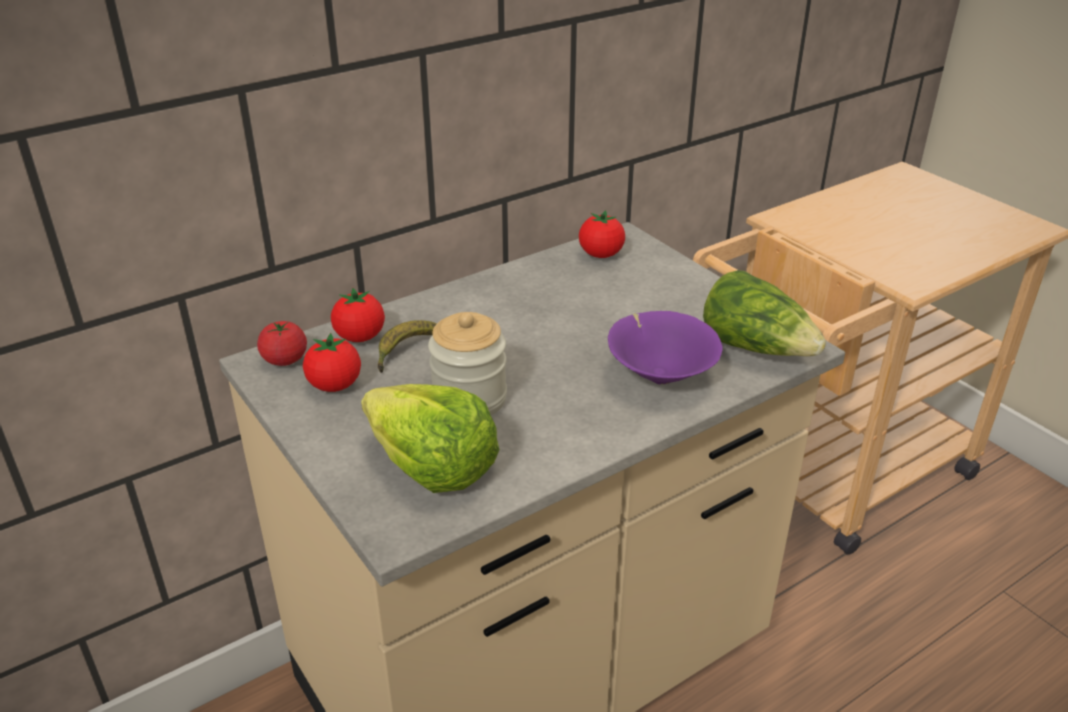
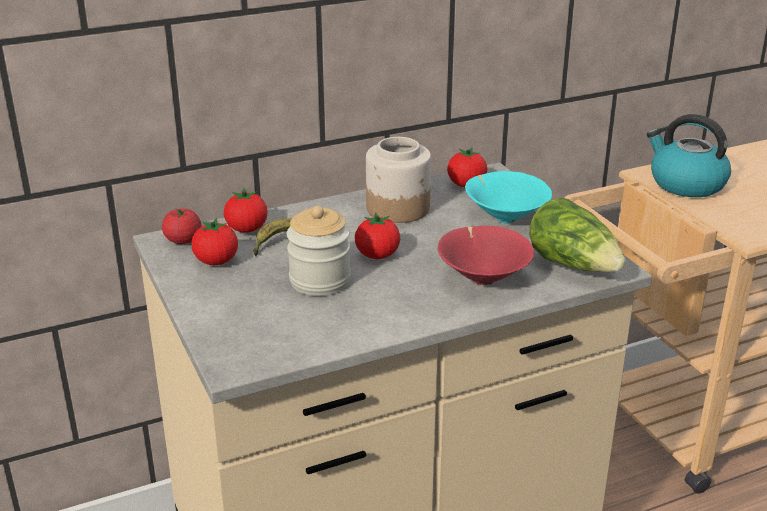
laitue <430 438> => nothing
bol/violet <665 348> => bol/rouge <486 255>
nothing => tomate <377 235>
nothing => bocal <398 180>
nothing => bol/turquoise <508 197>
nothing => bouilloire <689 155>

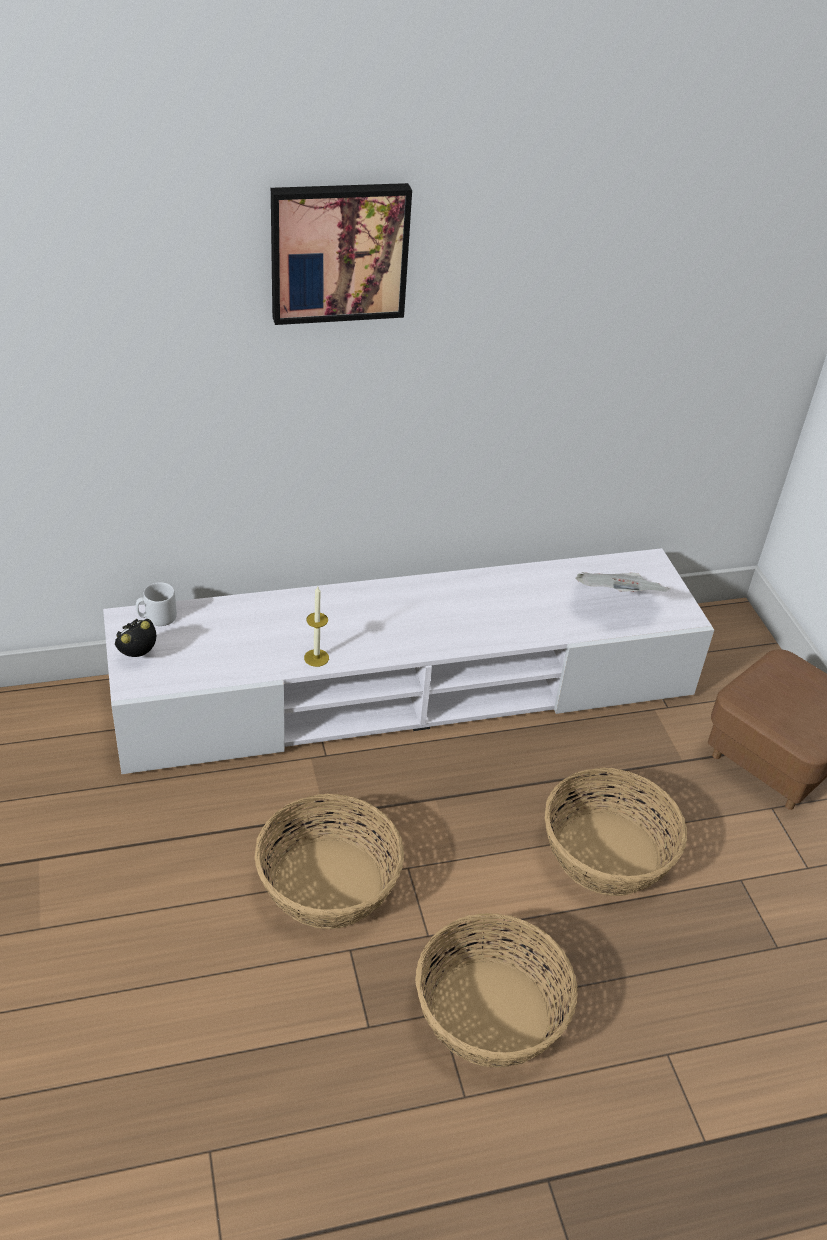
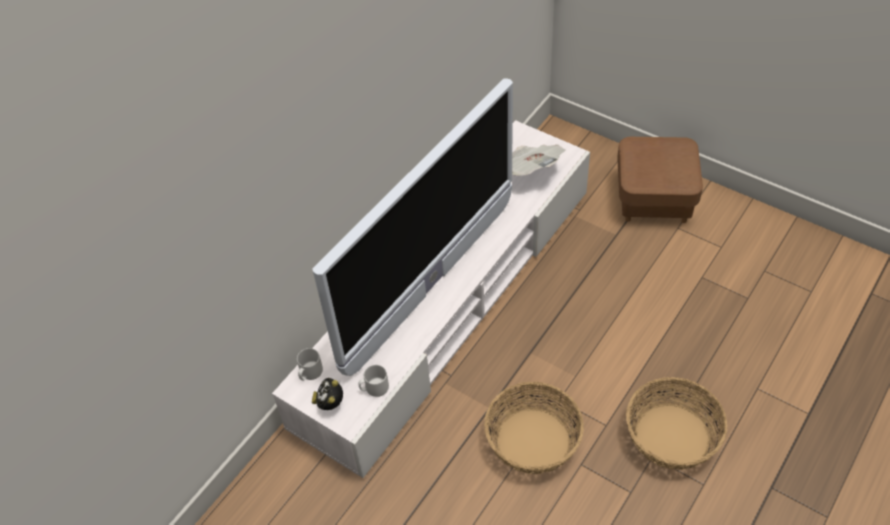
tableau <341 254> => nothing
bougie <316 626> => nothing
panier <615 832> => nothing
nothing => téléviseur <412 227>
nothing => mug/gris <373 381>

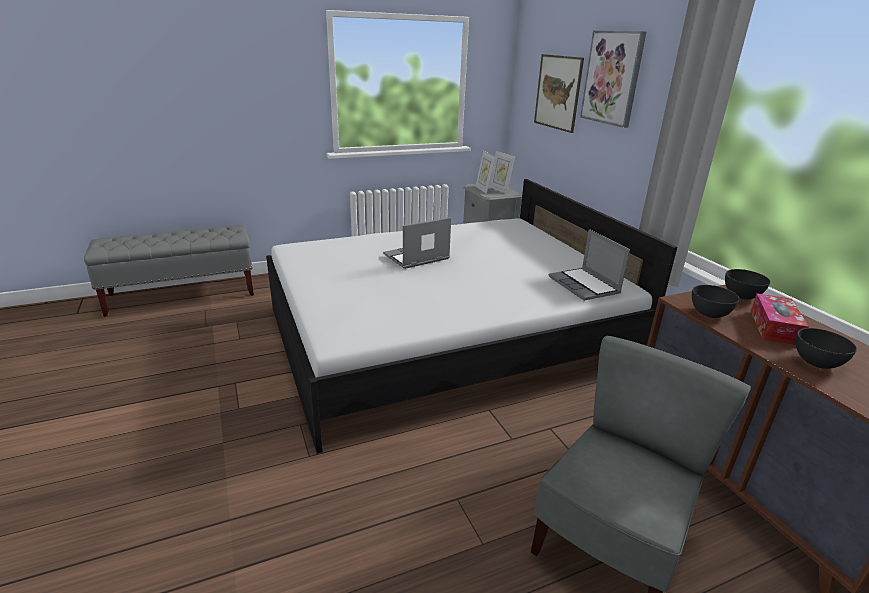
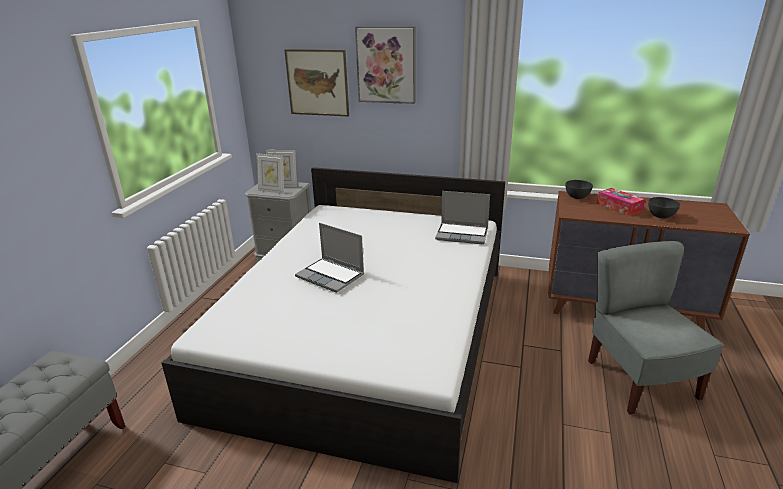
ordinateur portable <417 243> => ordinateur portable <329 258>, 60 degrees counterclockwise
bol/gris <716 301> => nothing

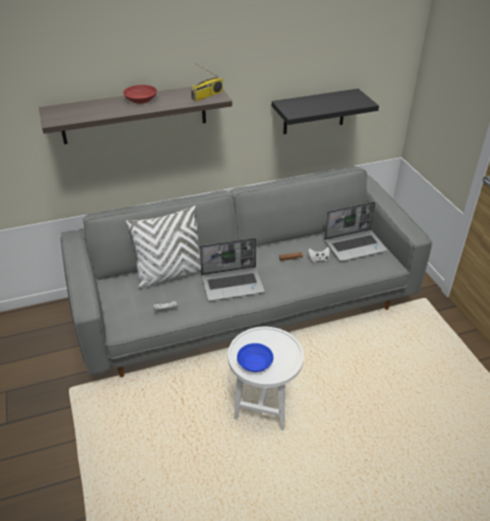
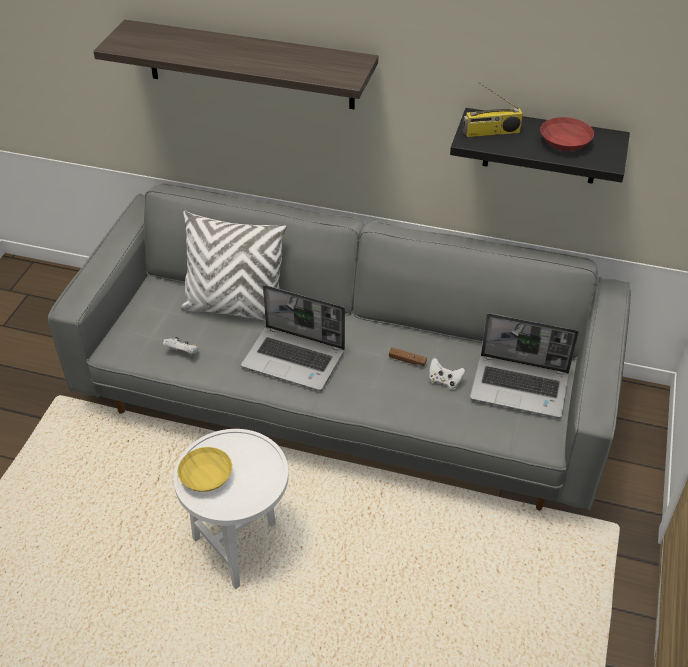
bol/rouge <140 94> => bol/rouge <567 134>, shifted
radio <207 82> => radio <493 109>, shifted
bol/bleu <255 357> => bol/jaune <205 469>

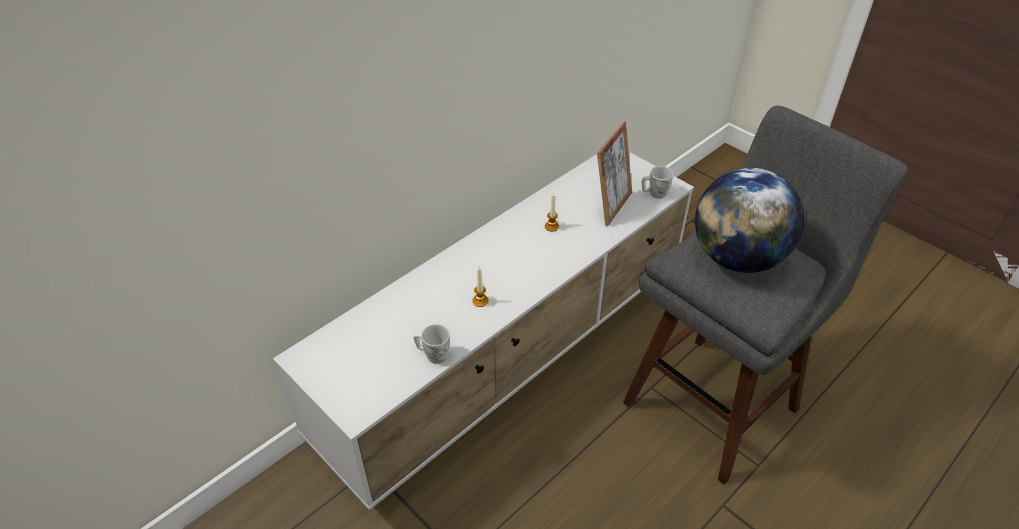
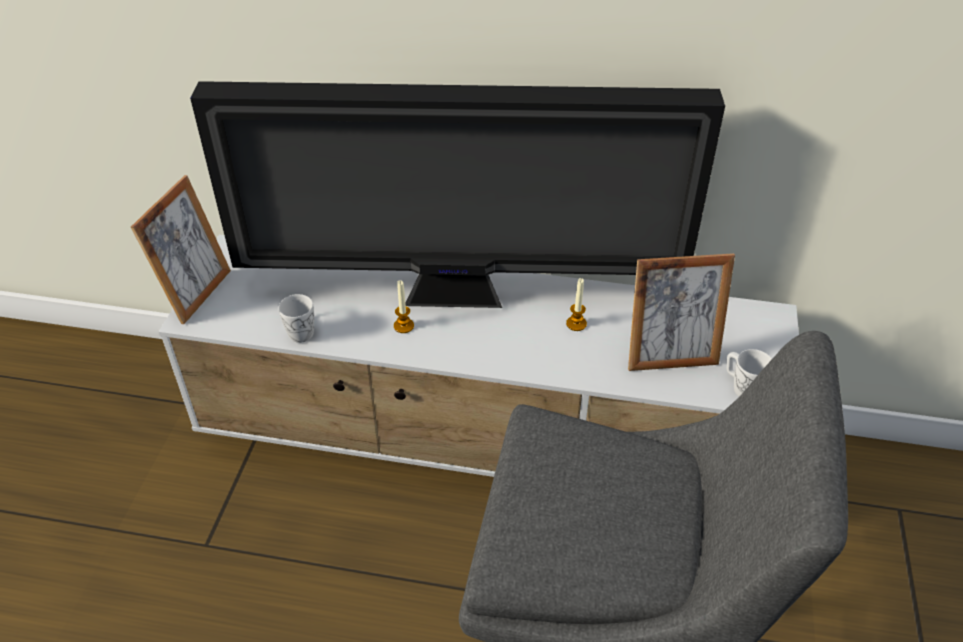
globe <750 220> => nothing
nothing => cadre photo <181 249>
nothing => téléviseur <457 194>

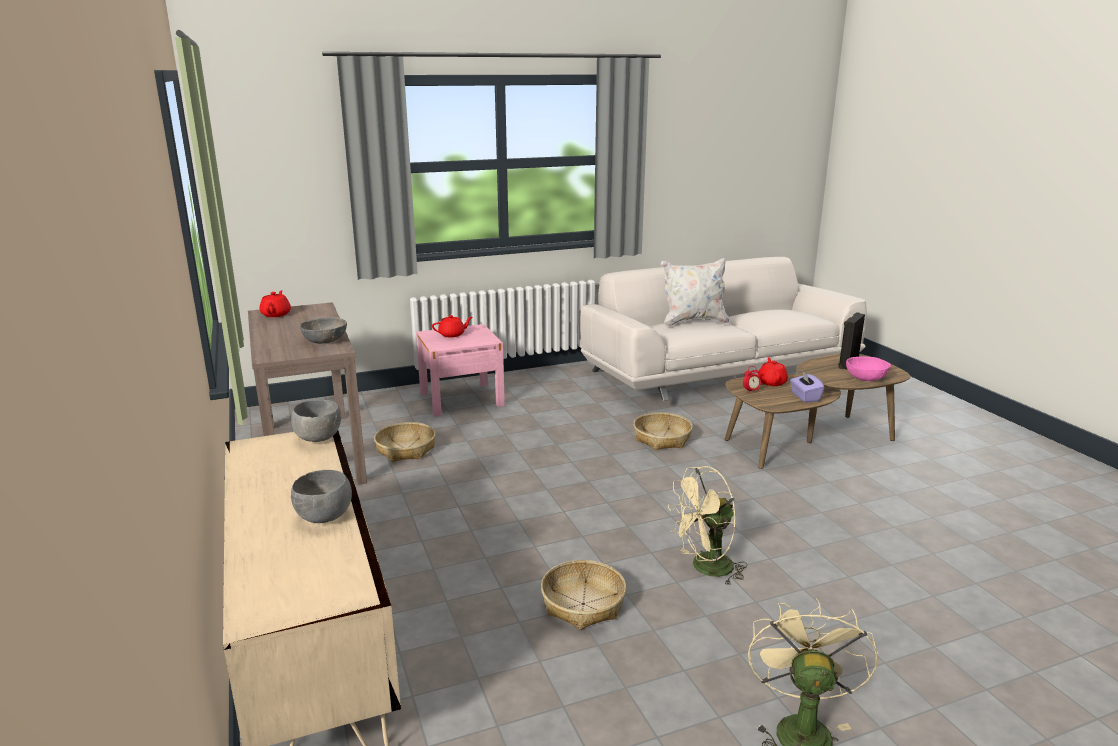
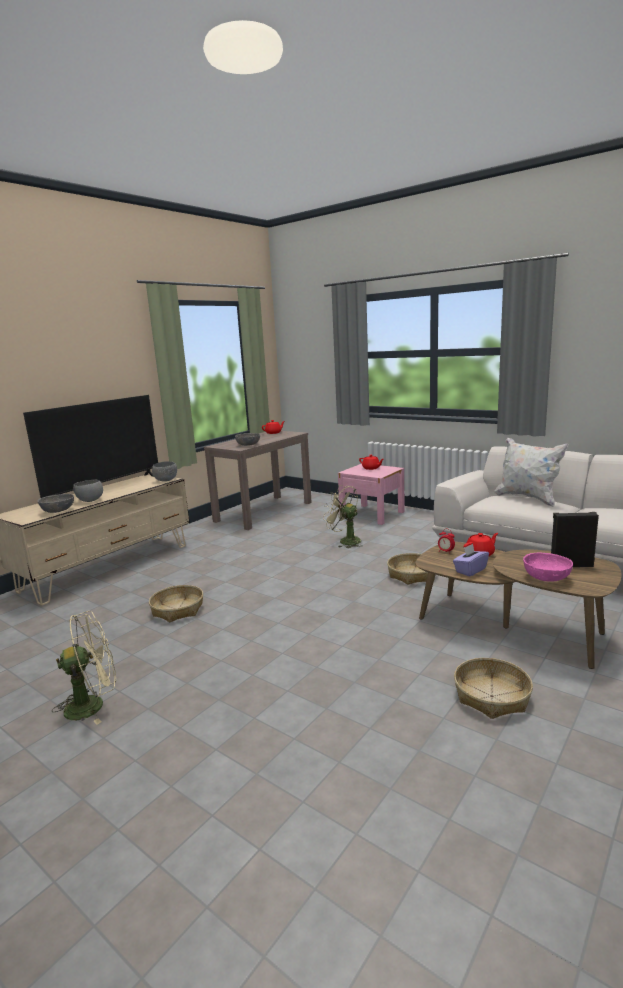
panier <405 442> => panier <493 688>, shifted
ventilateur/beige <708 525> => ventilateur/beige <342 516>, shifted
nothing => téléviseur <90 446>
nothing => bol/gris <56 503>

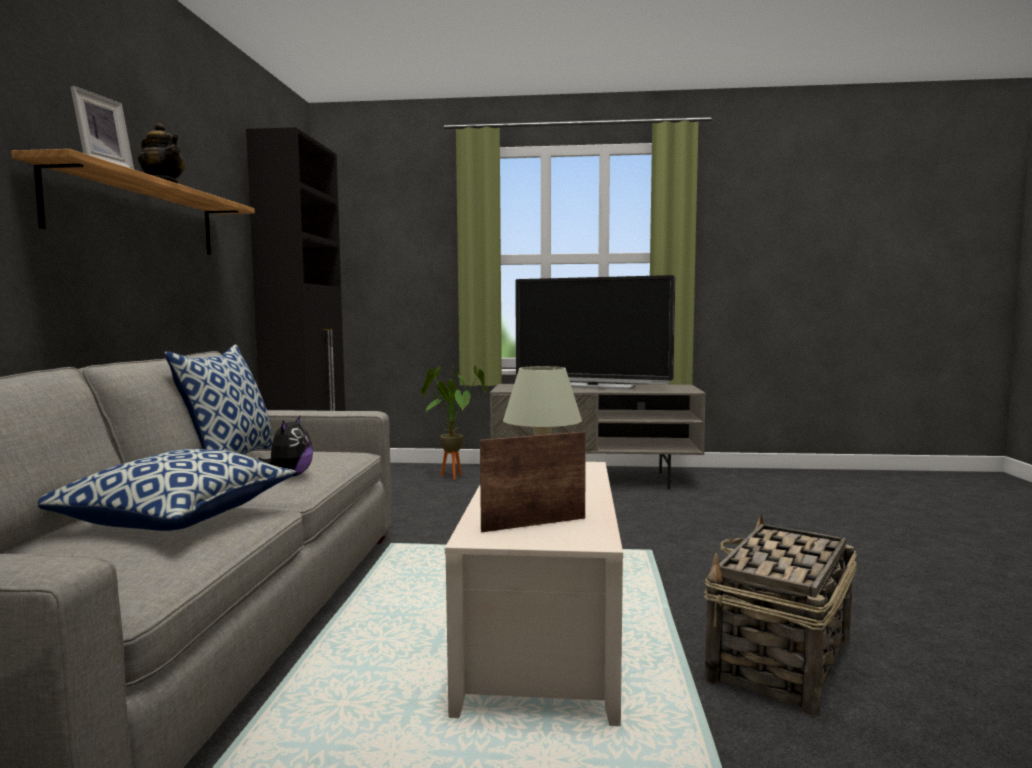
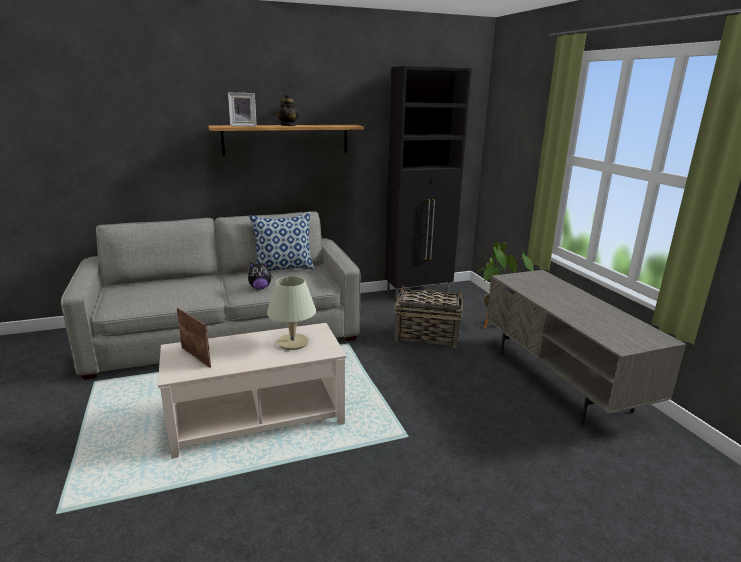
coussin <167 490> => nothing
téléviseur <595 332> => nothing
panier <780 614> => panier <428 316>, shifted

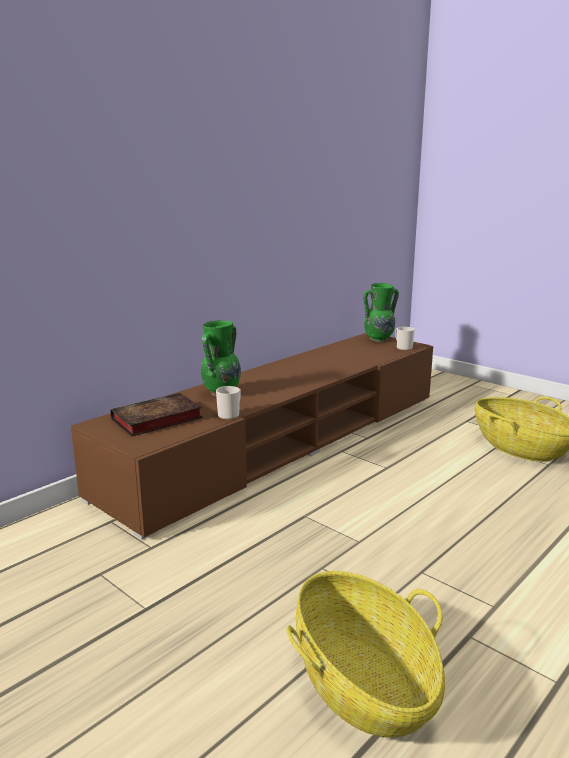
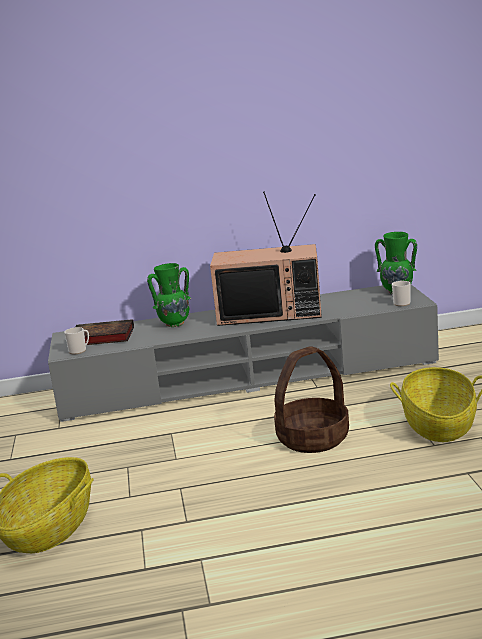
meuble télé/marron <252 436> => meuble télé/gris <243 353>
mug <228 402> => mug <76 340>, shifted
nothing => téléviseur <266 259>
nothing => panier <311 399>

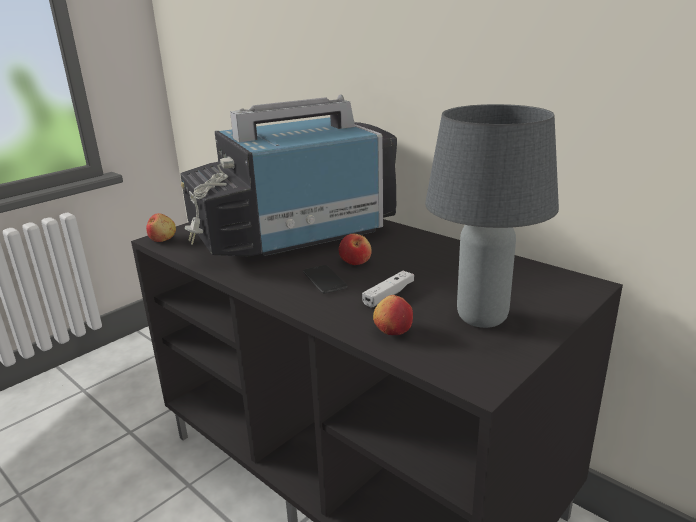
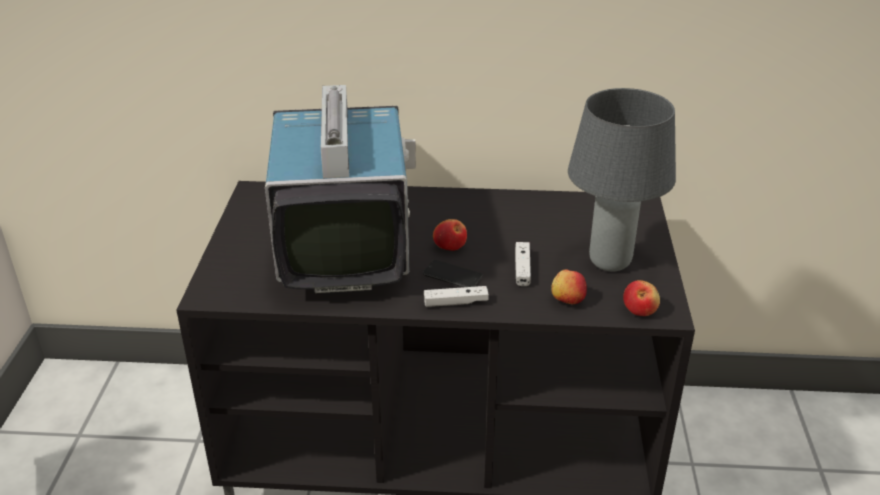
pomme <161 227> => pomme <641 298>, shifted
téléviseur <288 175> => téléviseur <340 189>, 150 degrees clockwise
nothing => manette/blanc <456 296>

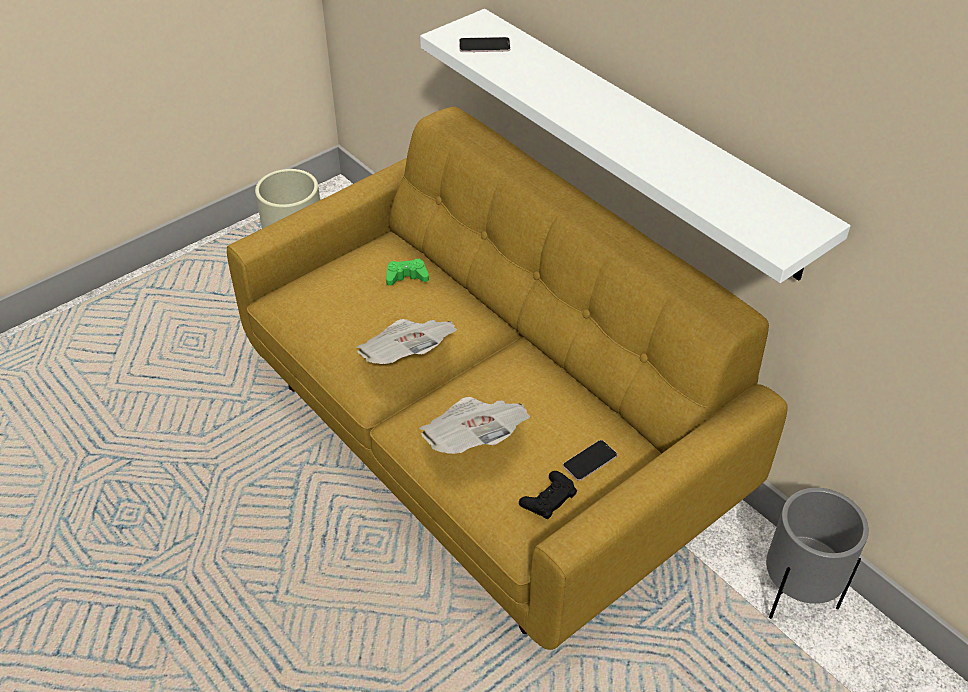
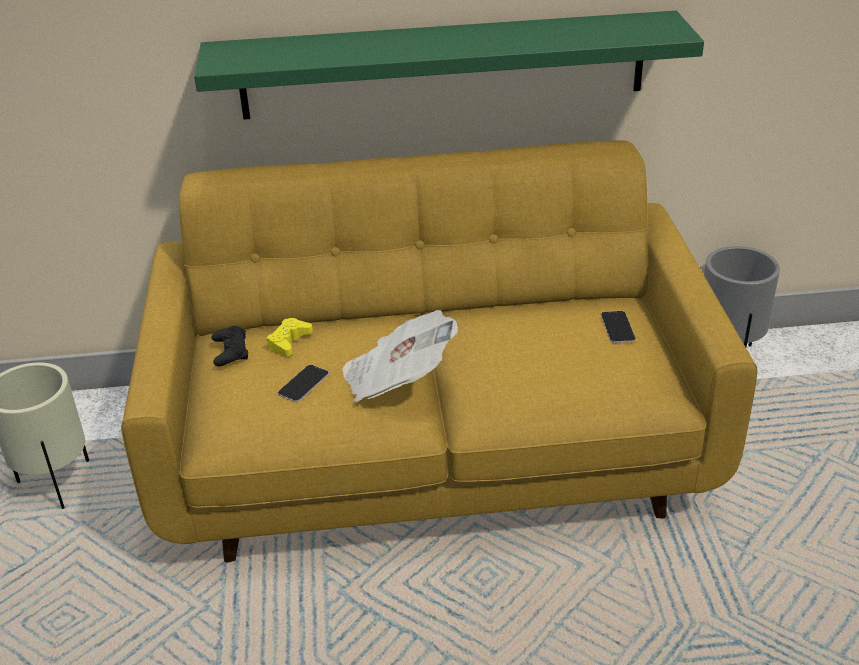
manette/vert <407 272> => manette/jaune <290 337>
journal <474 425> => nothing
étagère/blanc <635 146> => étagère/vert <449 65>
téléphone <485 44> => téléphone <303 383>, shifted
manette/noir <548 495> => manette/noir <229 346>, shifted

